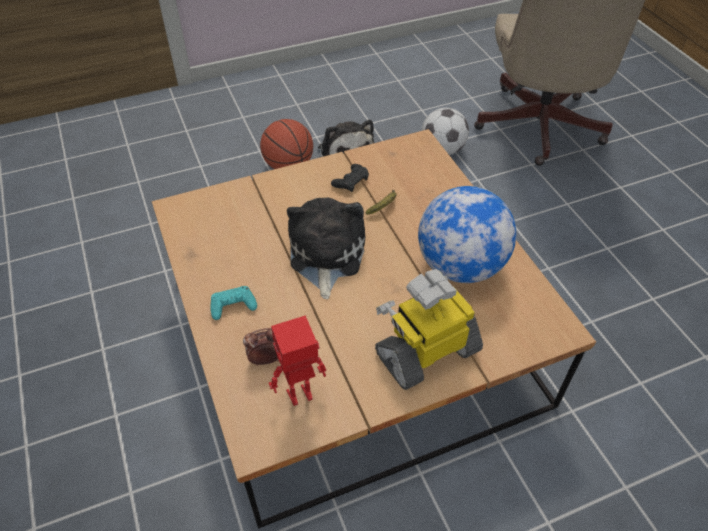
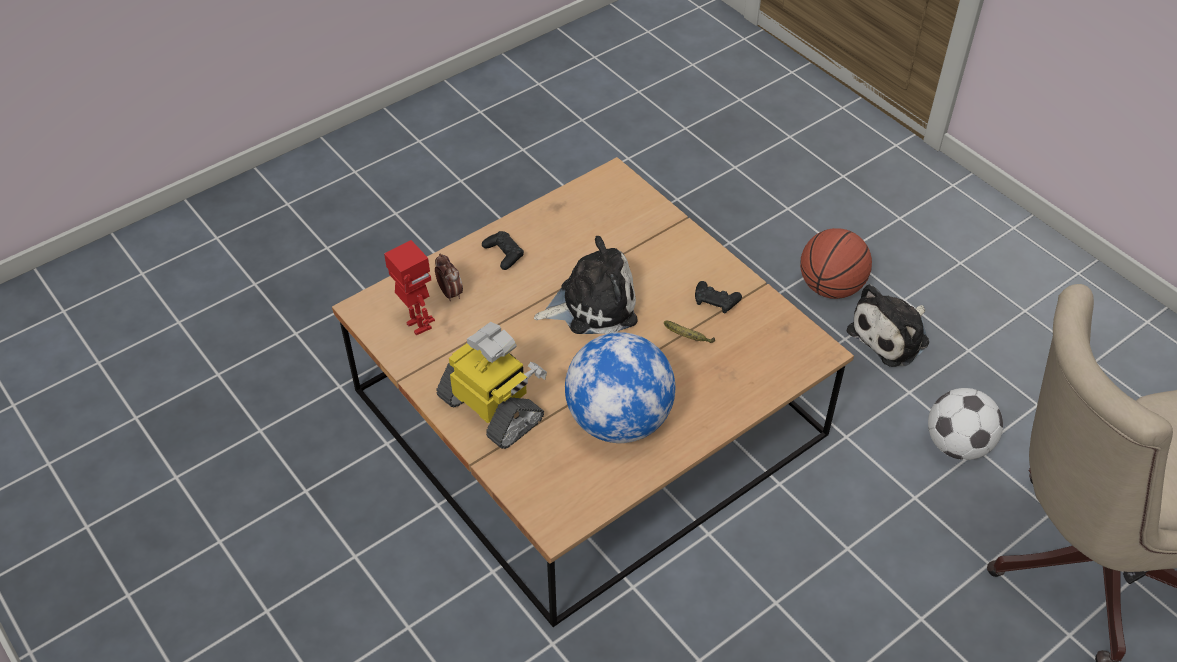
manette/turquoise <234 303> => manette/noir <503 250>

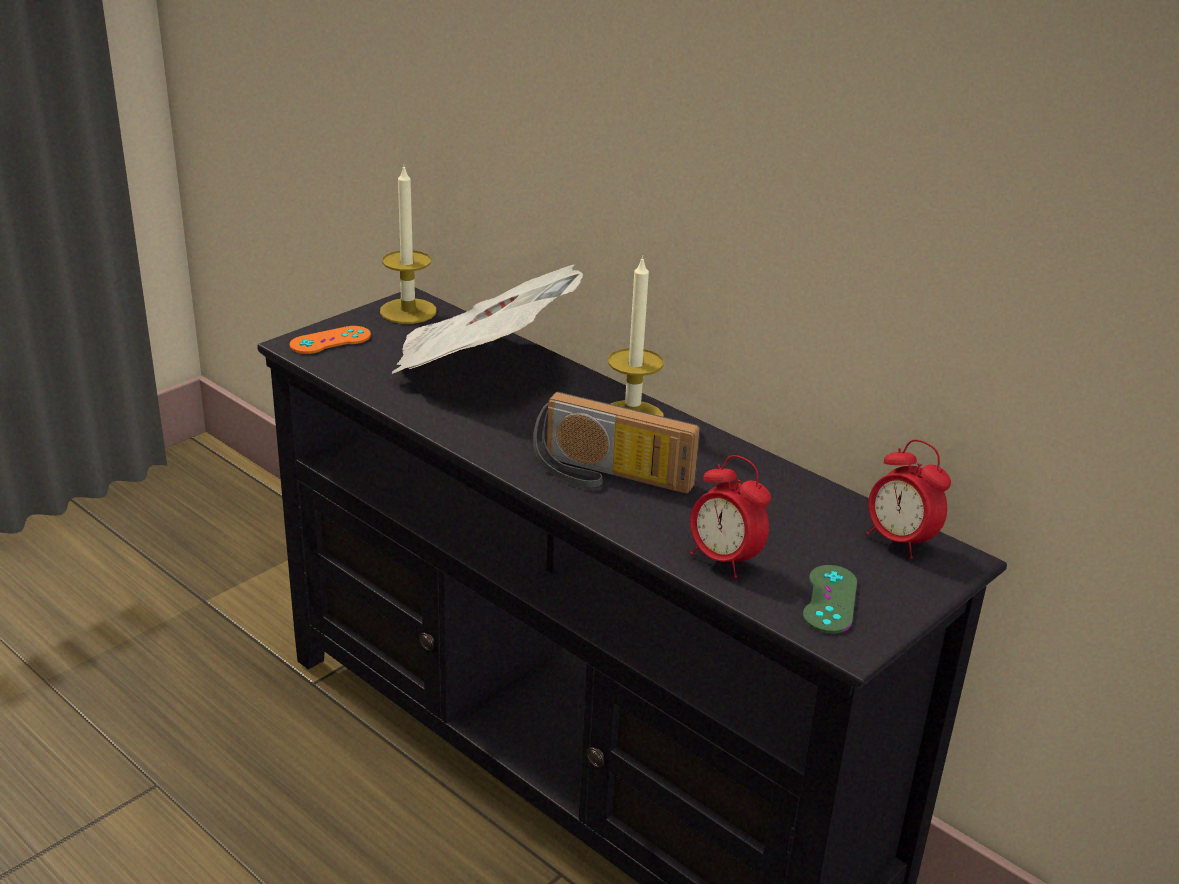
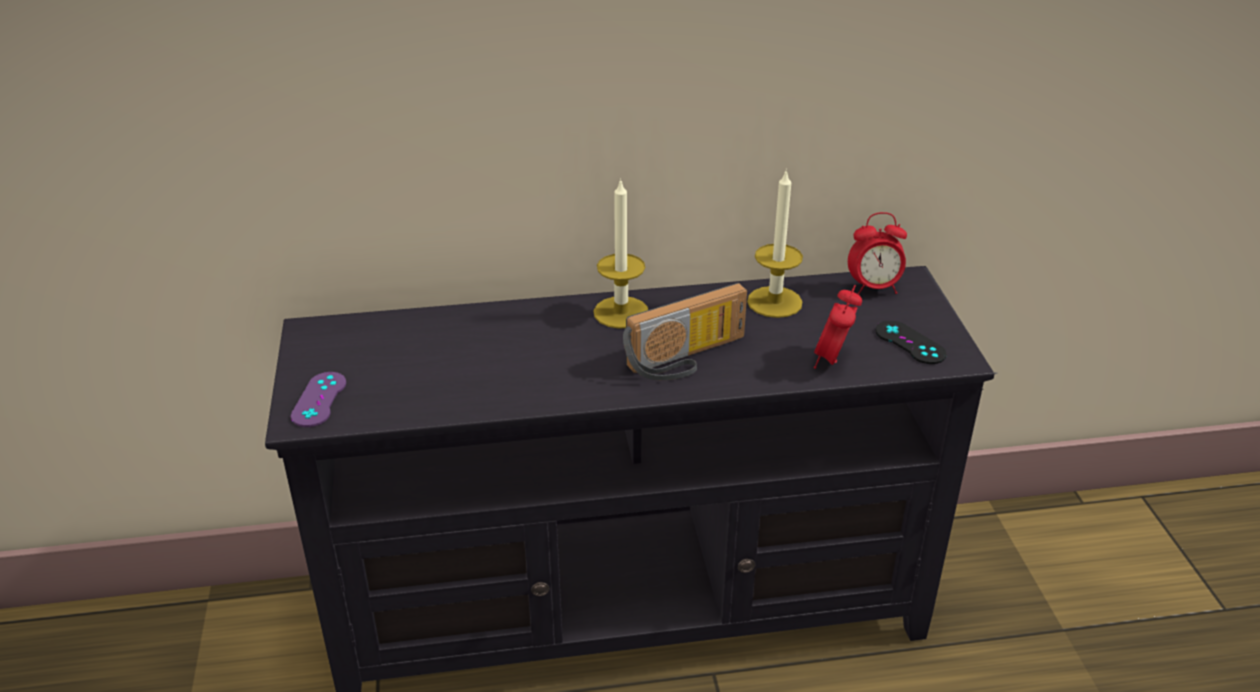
manette/orange <330 340> => manette/violet <318 399>
bougie <408 245> => bougie <775 243>, shifted
journal <487 319> => nothing
réveil <730 516> => réveil <838 327>, 120 degrees clockwise
manette/vert <830 599> => manette/noir <911 342>

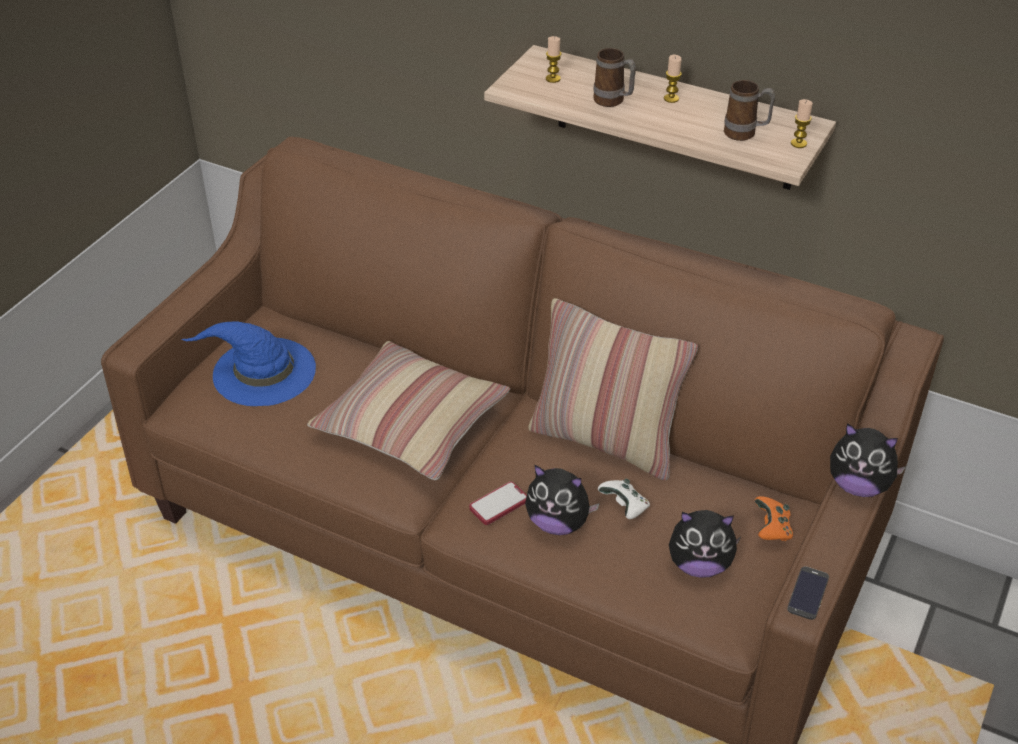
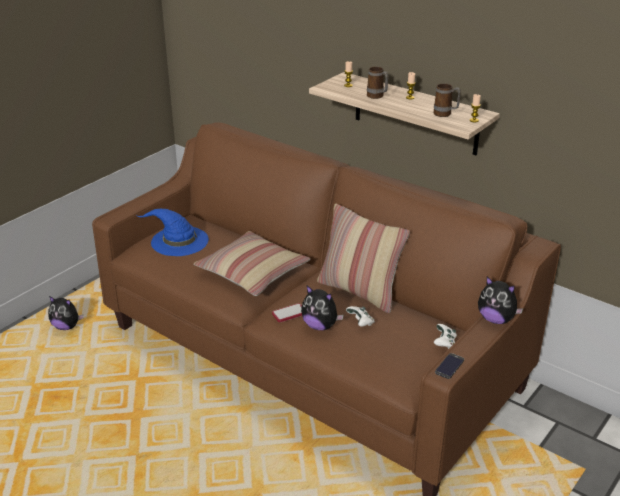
peluche <705 544> => peluche <66 313>, shifted
manette/orange <774 518> => manette/blanc <445 336>

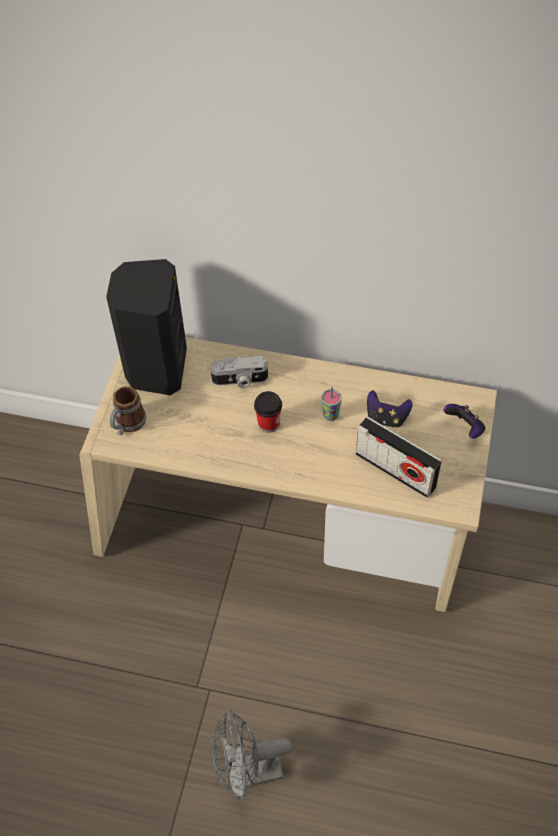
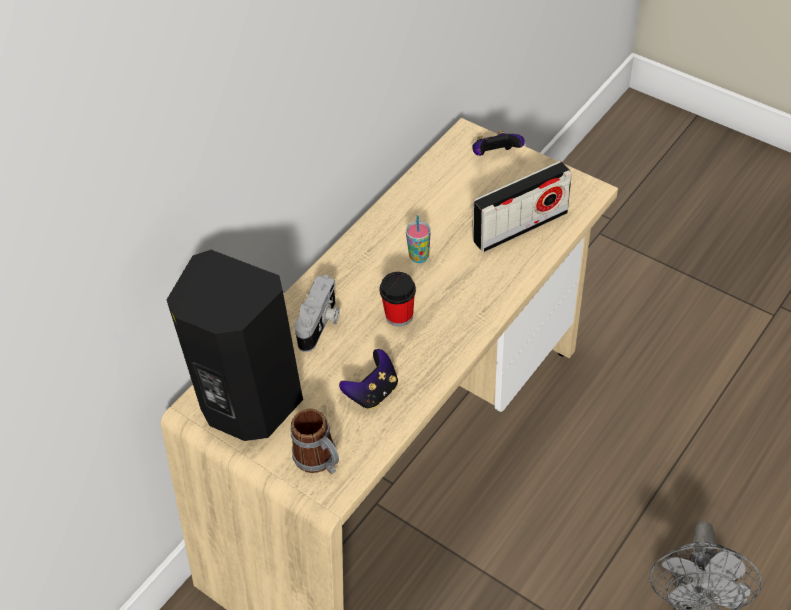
manette <390 409> => manette <368 379>, shifted

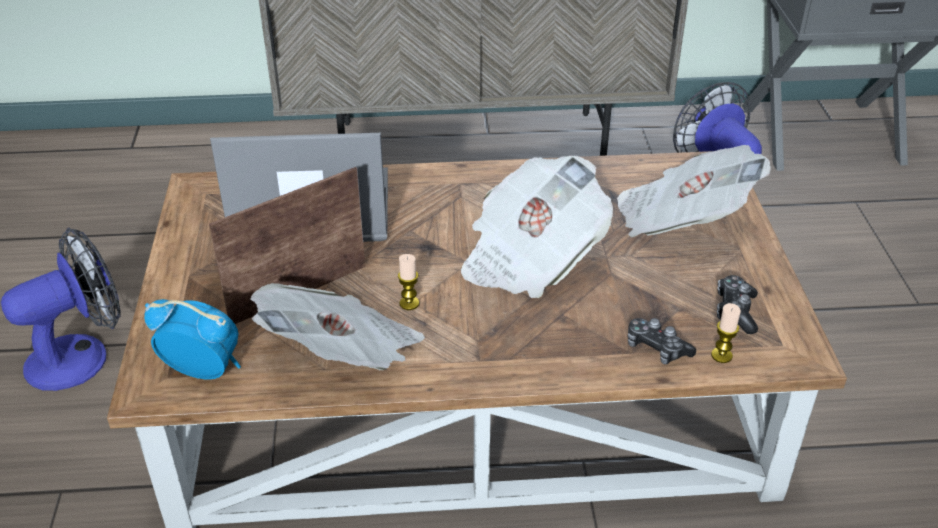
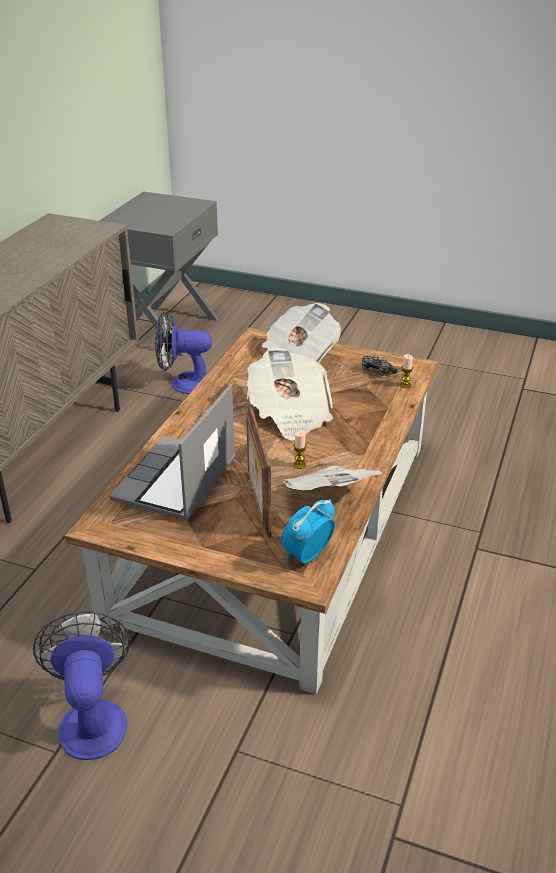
manette <662 341> => nothing

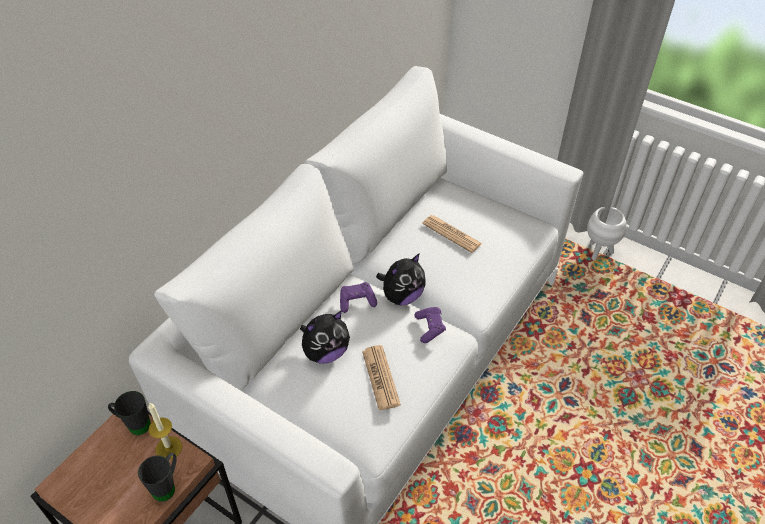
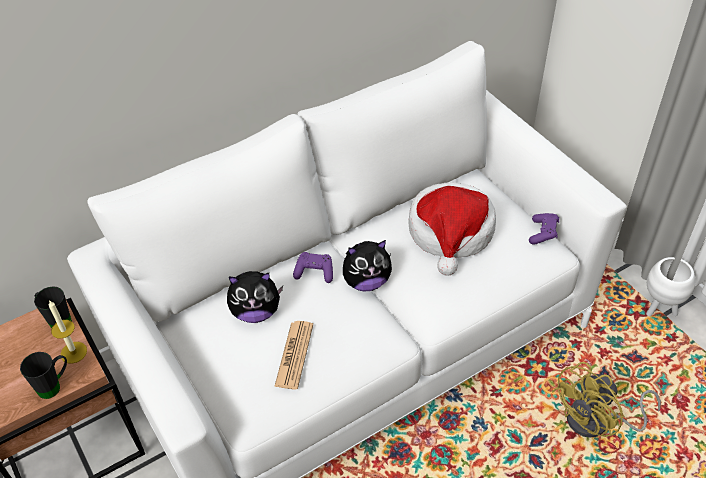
manette/violet <430 325> => manette/violet <544 229>, shifted
journal <452 234> => chapeau <452 229>
nothing => ventilateur/jaune <606 400>

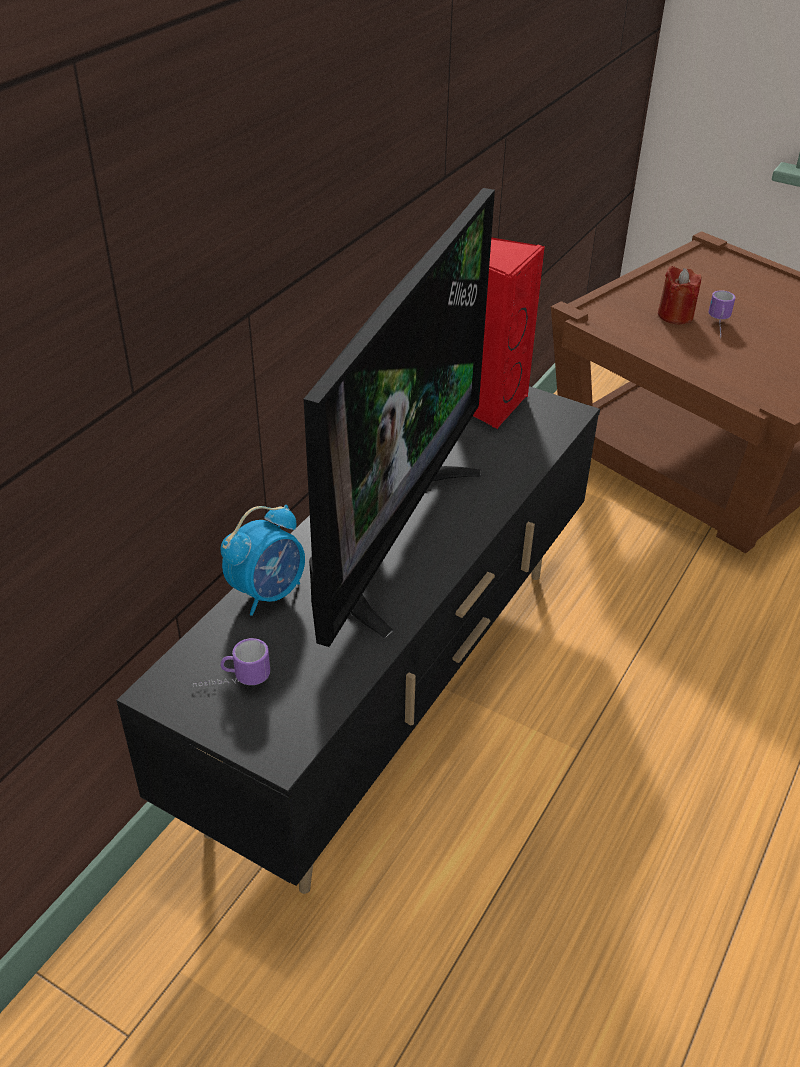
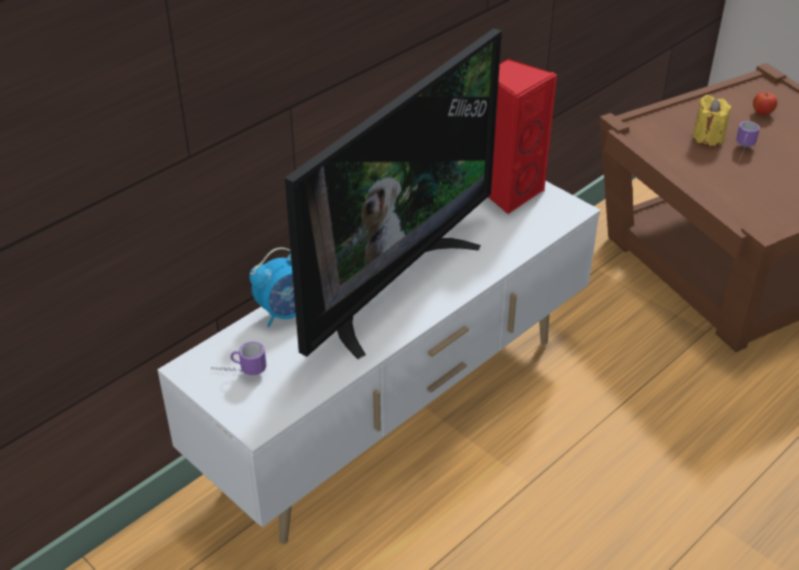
meuble télé/noir <358 640> => meuble télé/blanc <379 362>
bougie/rouge <680 295> => bougie/jaune <712 120>
nothing => pomme <765 103>

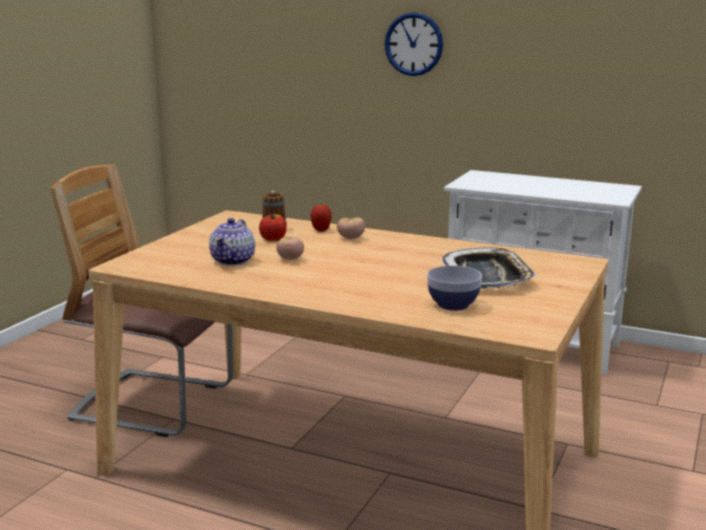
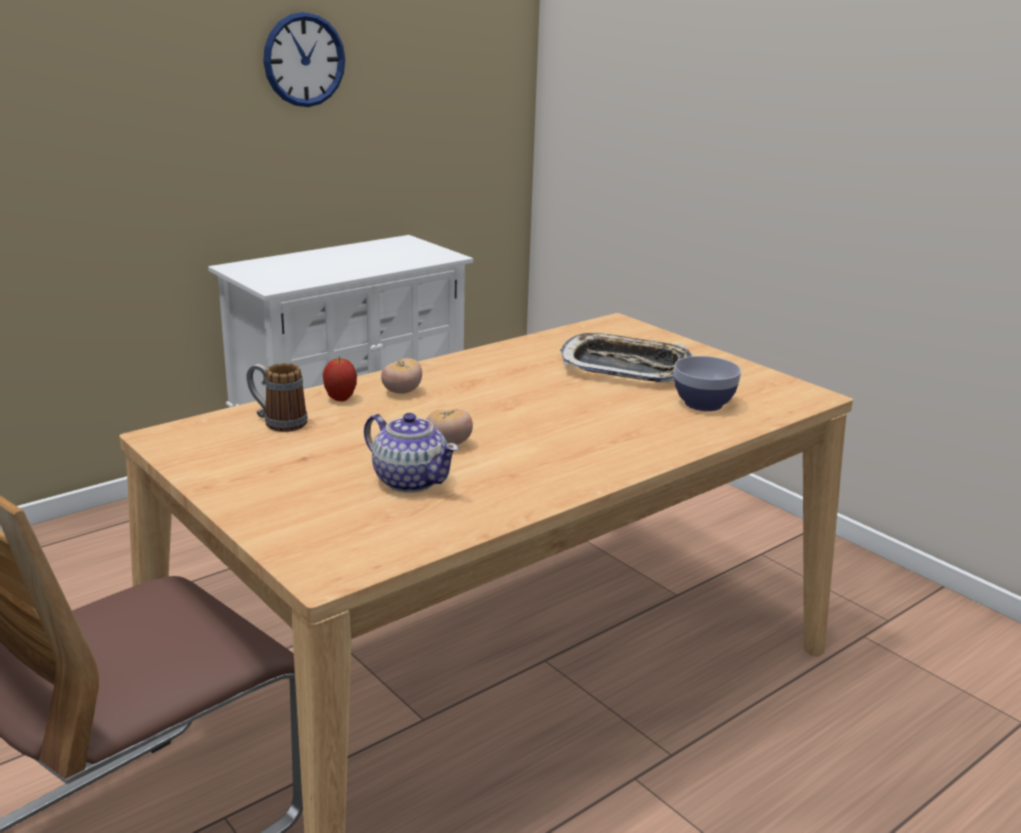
pomme <273 226> => nothing
horloge murale <413 44> => horloge murale <304 59>, shifted

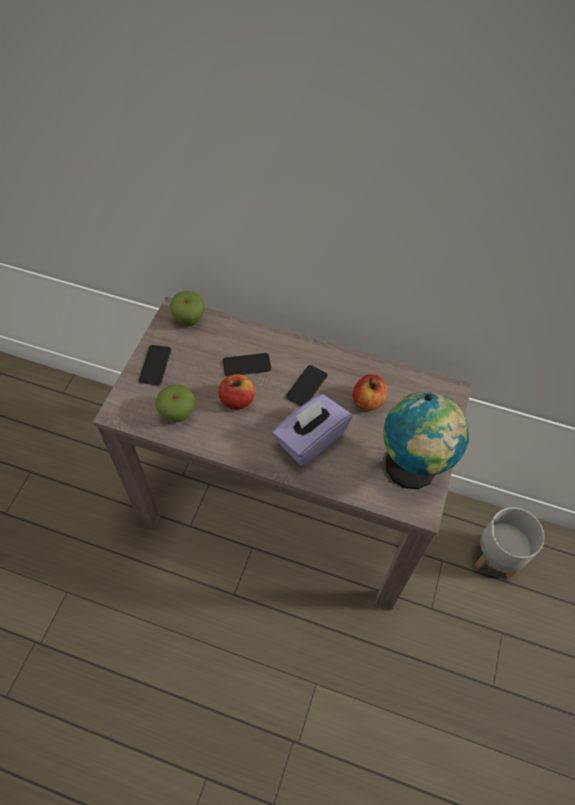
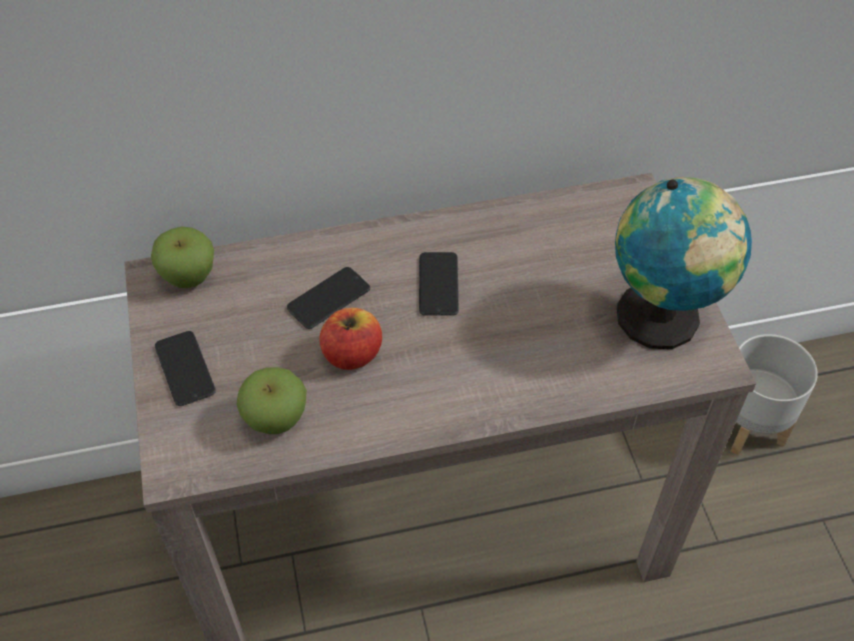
boîte à mouchoirs/violet <312 430> => nothing
pomme <370 392> => nothing

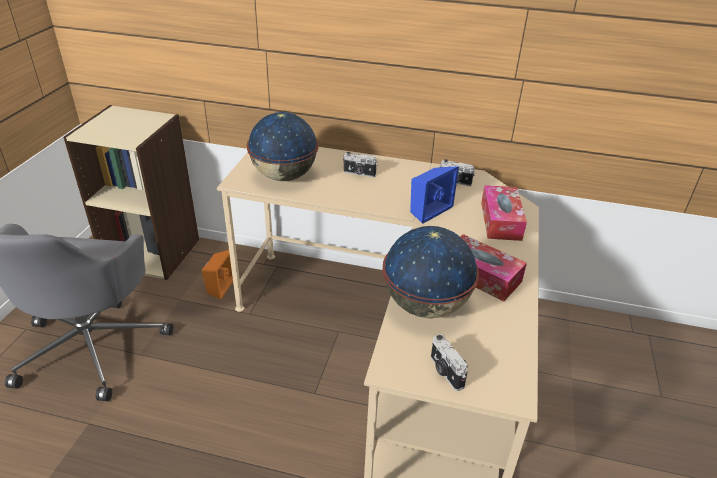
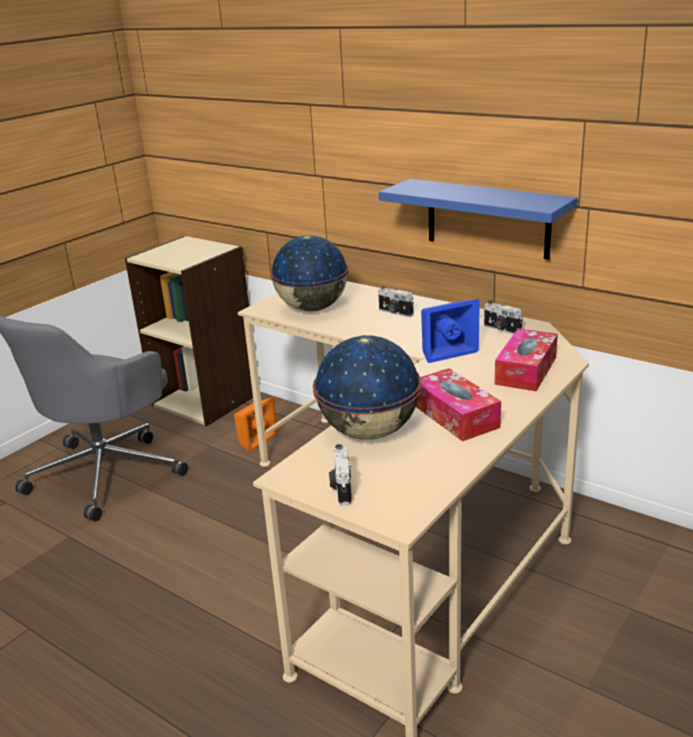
nothing => étagère/bleu <478 219>

